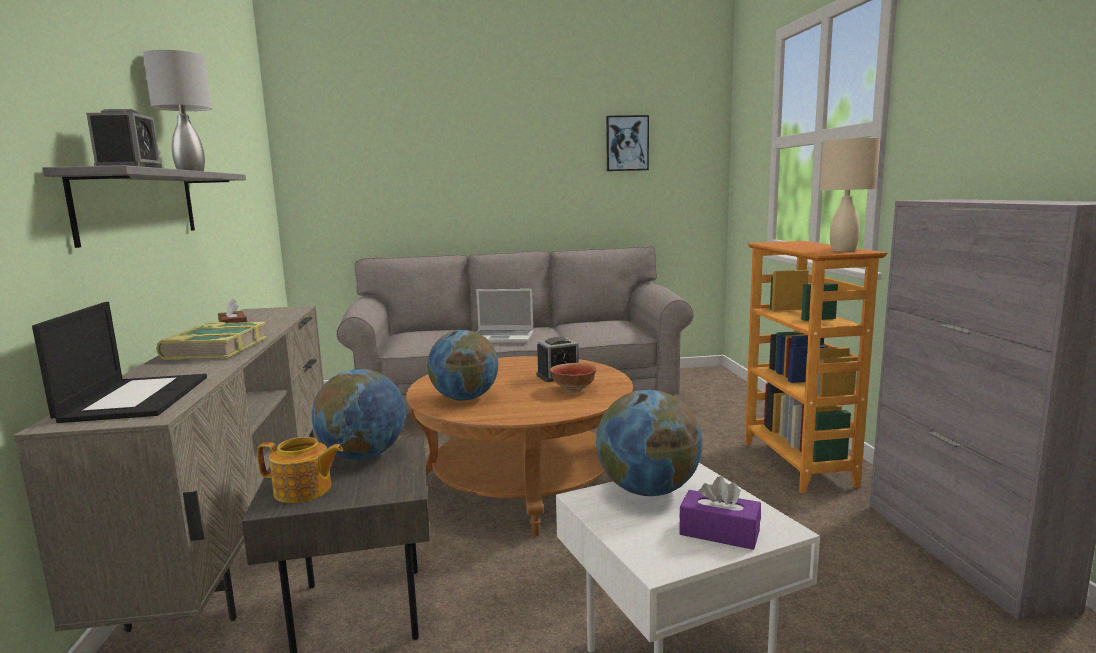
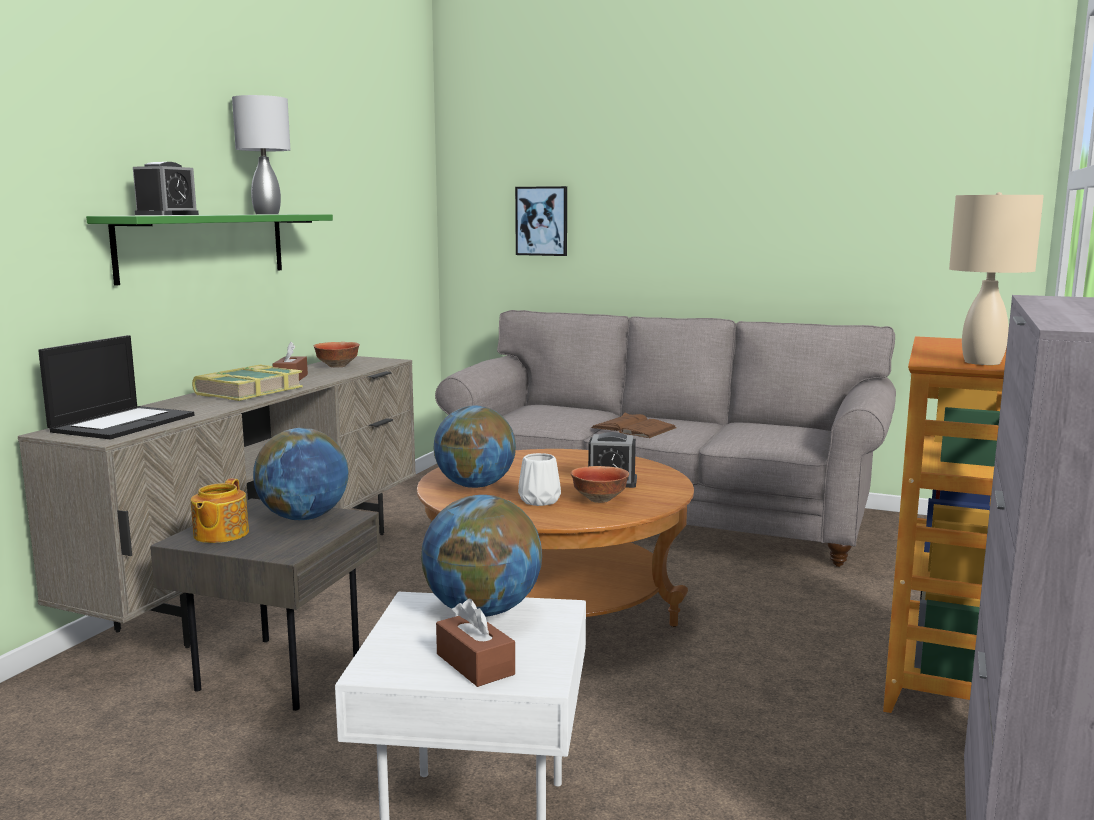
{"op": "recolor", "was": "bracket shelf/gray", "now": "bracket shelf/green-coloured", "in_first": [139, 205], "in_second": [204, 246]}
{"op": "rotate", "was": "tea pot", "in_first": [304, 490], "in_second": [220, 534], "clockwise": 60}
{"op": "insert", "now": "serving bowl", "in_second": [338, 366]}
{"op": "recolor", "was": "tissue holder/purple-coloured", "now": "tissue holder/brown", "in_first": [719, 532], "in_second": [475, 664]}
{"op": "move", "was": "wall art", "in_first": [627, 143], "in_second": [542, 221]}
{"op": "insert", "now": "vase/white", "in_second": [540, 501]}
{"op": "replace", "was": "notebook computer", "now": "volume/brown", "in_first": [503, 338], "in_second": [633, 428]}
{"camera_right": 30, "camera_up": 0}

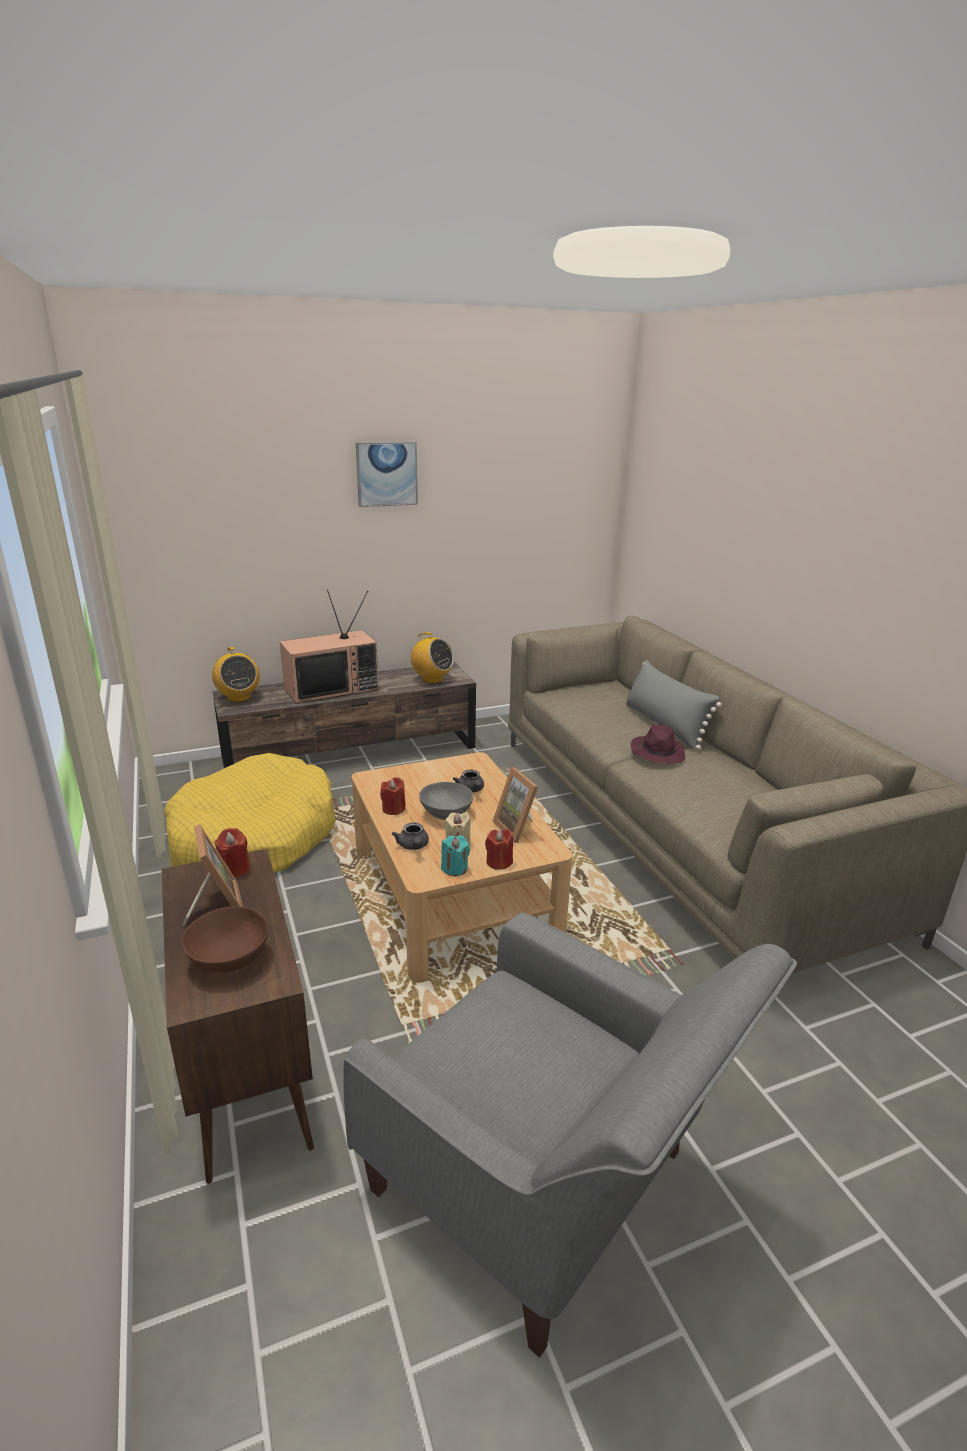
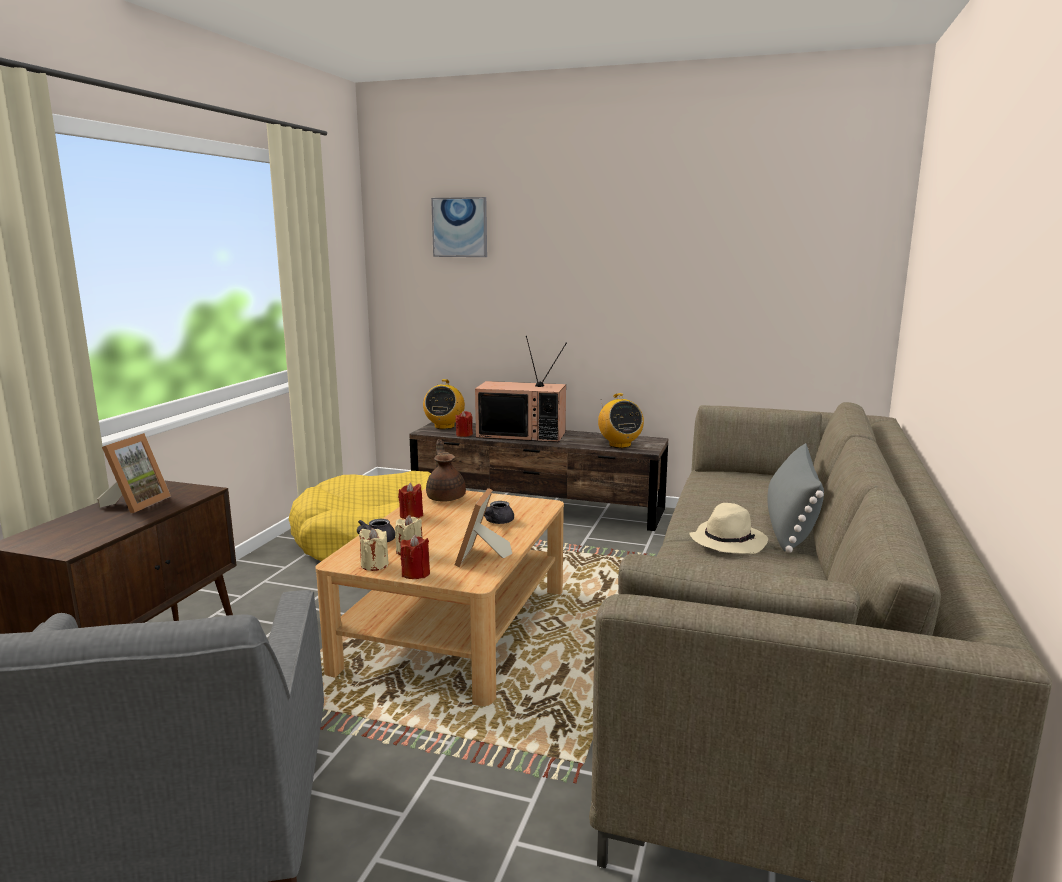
{"op": "recolor", "was": "wax candle/blue-green", "now": "wax candle/beige-coloured", "in_first": [454, 868], "in_second": [374, 565]}
{"op": "insert", "now": "tea pot/brown", "in_second": [446, 497]}
{"op": "move", "was": "wall art", "in_first": [387, 474], "in_second": [460, 227]}
{"op": "move", "was": "wax candle/reddish", "in_first": [235, 869], "in_second": [464, 435]}
{"op": "recolor", "was": "clothing hat/purple-coloured", "now": "clothing hat/beige-coloured", "in_first": [657, 753], "in_second": [727, 541]}
{"op": "delete", "was": "serving bowl/brown", "in_first": [229, 959]}
{"op": "delete", "was": "serving bowl/gray", "in_first": [446, 814]}
{"camera_right": 40, "camera_up": -10}

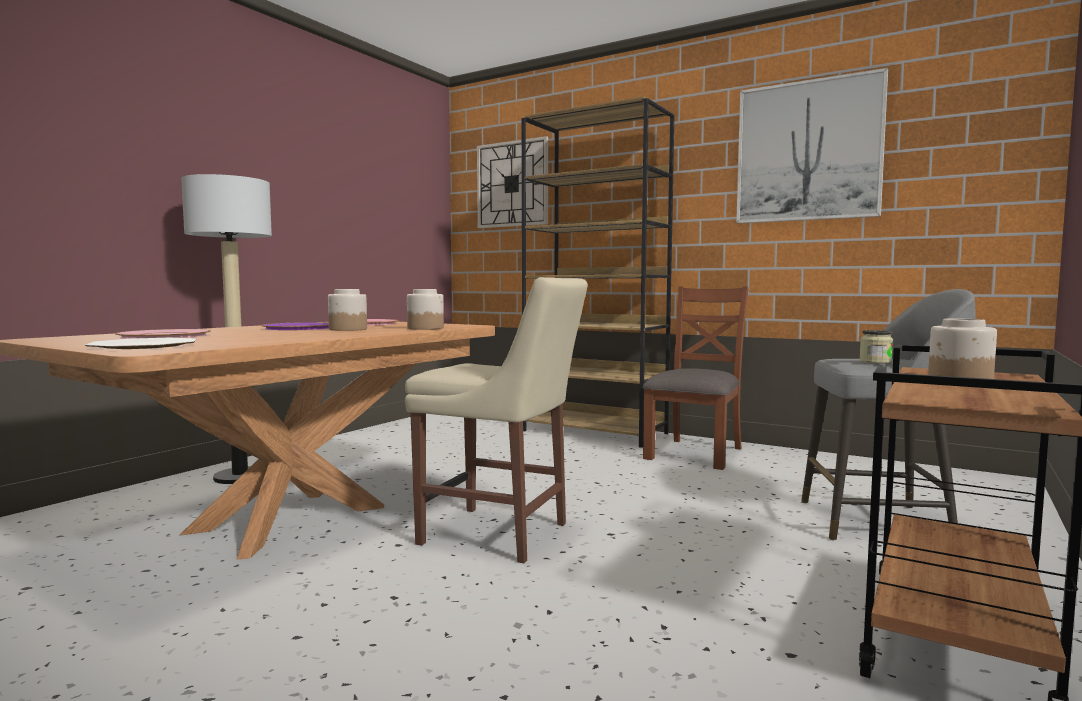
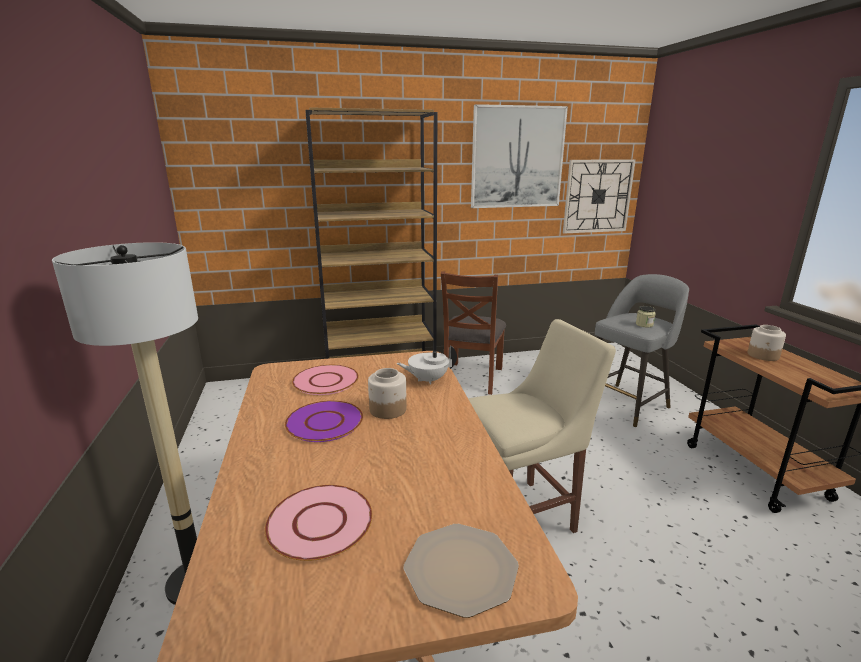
{"op": "replace", "was": "storage jar", "now": "tea pot/white", "in_first": [425, 328], "in_second": [427, 380]}
{"op": "rotate", "was": "plain chair/brown", "in_first": [695, 453], "in_second": [471, 378], "clockwise": -150}
{"op": "move", "was": "clock on the wall", "in_first": [512, 184], "in_second": [597, 196]}
{"camera_right": -45, "camera_up": 15}

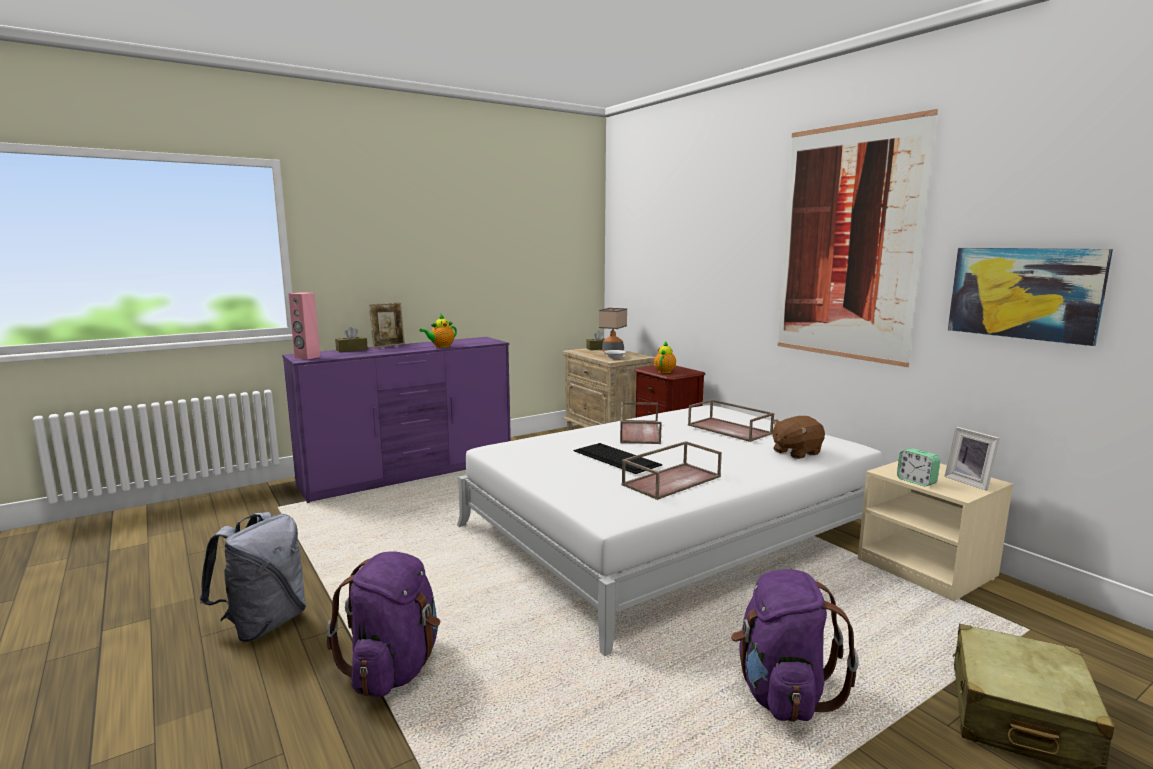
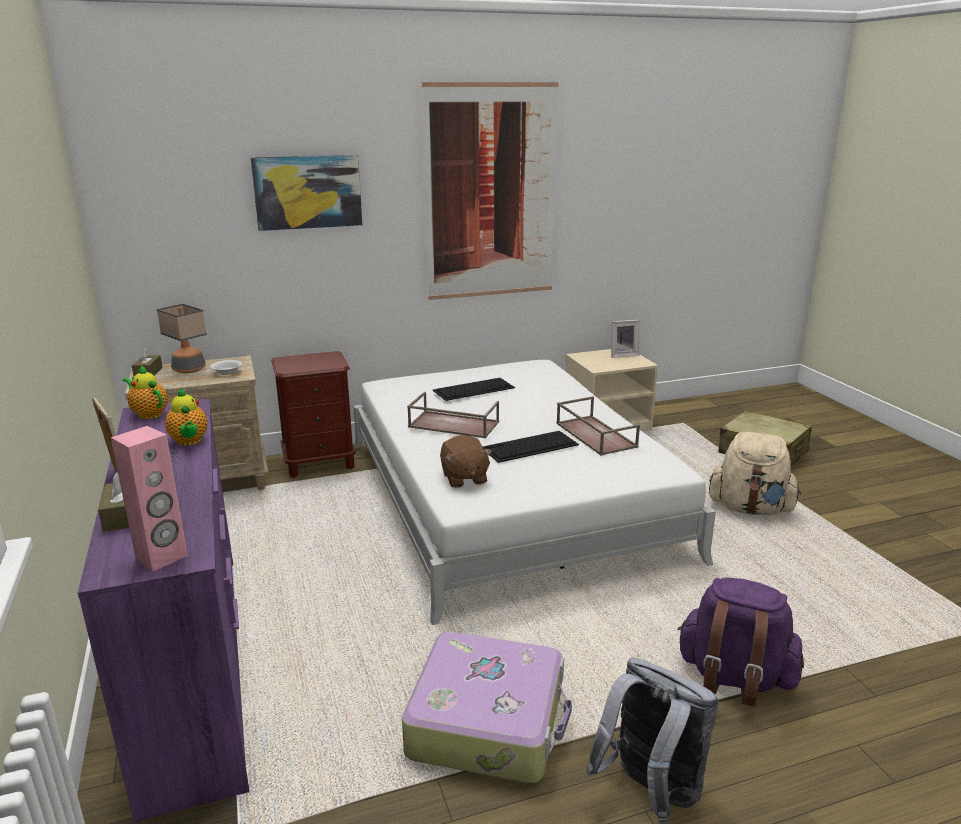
{"op": "move", "was": "tea pot", "in_first": [665, 371], "in_second": [149, 414]}
{"op": "move", "was": "wall art", "in_first": [1024, 293], "in_second": [307, 192]}
{"op": "insert", "now": "travel case", "in_second": [488, 721]}
{"op": "replace", "was": "tray/brown", "now": "PC keyboard", "in_first": [730, 429], "in_second": [474, 389]}
{"op": "move", "was": "cuddly toy/brown", "in_first": [796, 452], "in_second": [464, 478]}
{"op": "recolor", "was": "rucksack/purple-coloured", "now": "rucksack/beige-coloured", "in_first": [782, 693], "in_second": [750, 508]}
{"op": "delete", "was": "table clock", "in_first": [916, 481]}
{"camera_right": -75, "camera_up": 10}

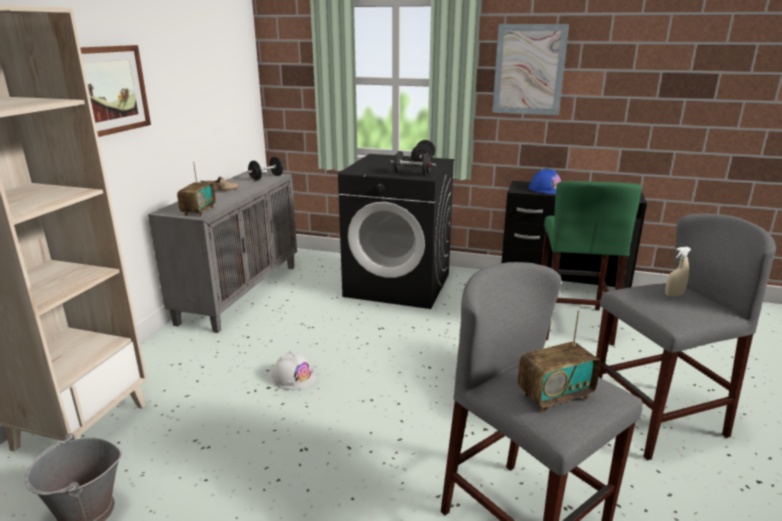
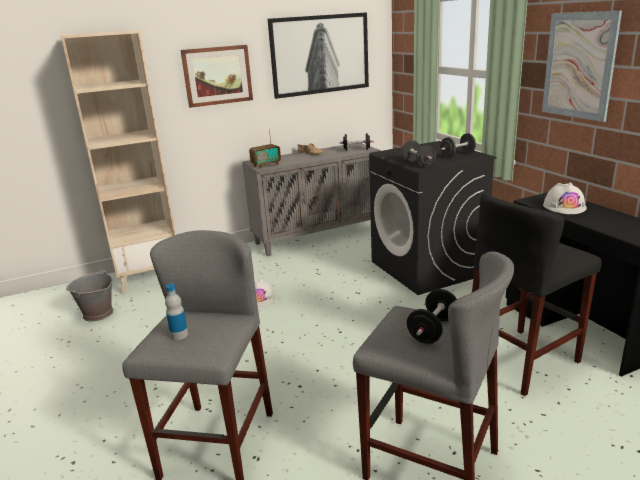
{"op": "replace", "was": "radio", "now": "bottle", "in_first": [554, 396], "in_second": [179, 335]}
{"op": "insert", "now": "wall art", "in_second": [320, 54]}
{"op": "replace", "was": "sprayer/beige-coloured", "now": "dumbbell/black", "in_first": [674, 295], "in_second": [433, 330]}
{"op": "recolor", "was": "sitting stool/green-coloured", "now": "sitting stool/black", "in_first": [573, 323], "in_second": [522, 360]}
{"op": "recolor", "was": "safety helmet/blue", "now": "safety helmet/white", "in_first": [546, 189], "in_second": [564, 206]}
{"camera_right": 50, "camera_up": 0}

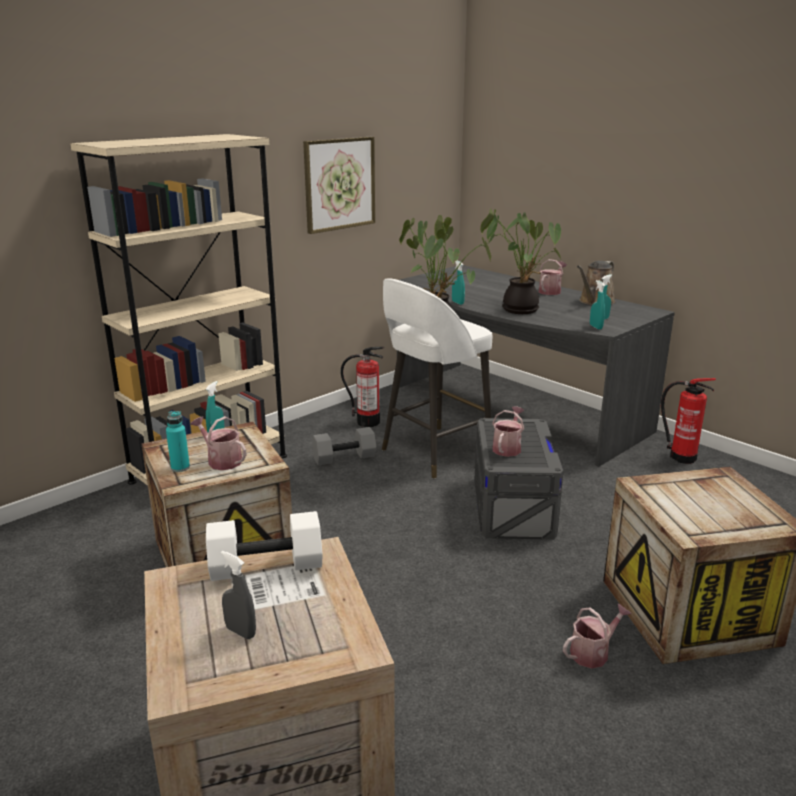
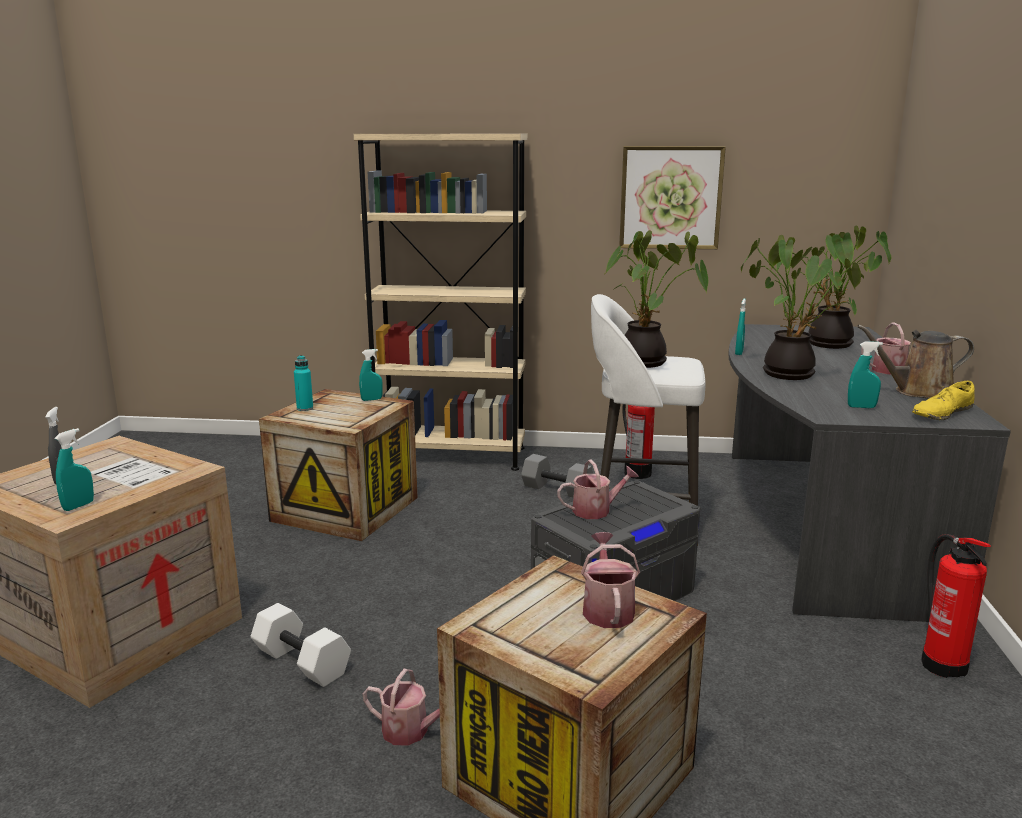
{"op": "move", "was": "sprayer/blue-green", "in_first": [596, 327], "in_second": [78, 506]}
{"op": "move", "was": "dumbbell/white", "in_first": [267, 565], "in_second": [303, 662]}
{"op": "move", "was": "watering can", "in_first": [221, 460], "in_second": [607, 609]}
{"op": "insert", "now": "potted plant", "in_second": [825, 344]}
{"op": "insert", "now": "shoe/yellowish", "in_second": [942, 413]}
{"camera_right": 50, "camera_up": -5}

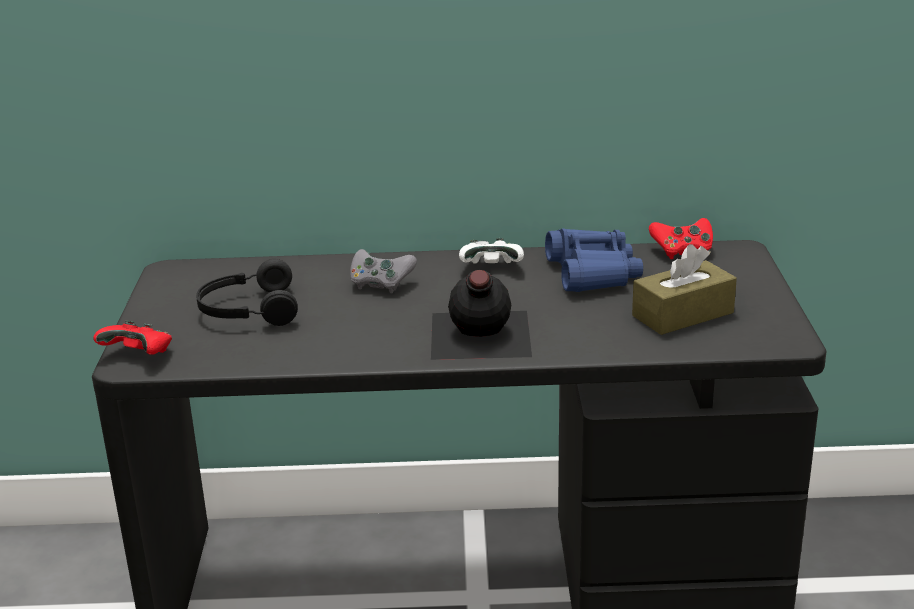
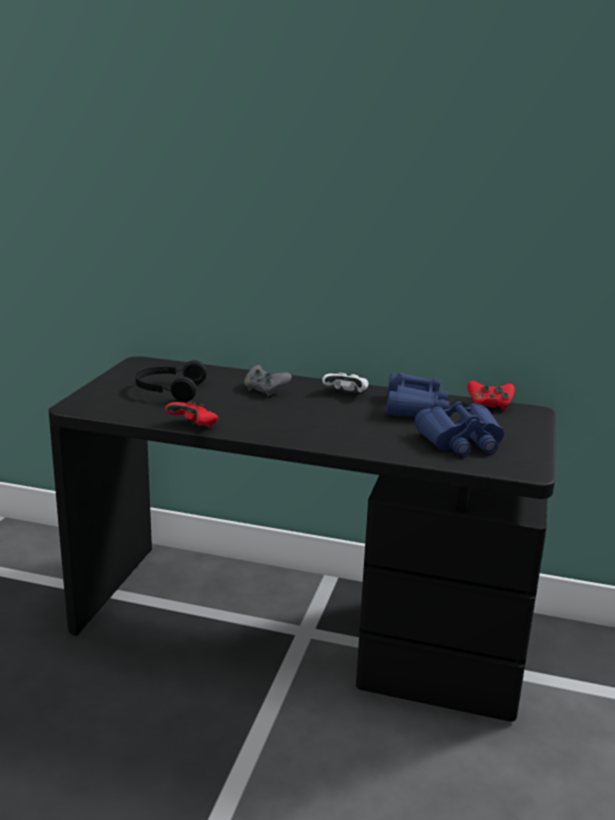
{"op": "move", "was": "game controller/reddish", "in_first": [139, 355], "in_second": [194, 426]}
{"op": "replace", "was": "tissue holder/brown", "now": "field glasses/blue", "in_first": [682, 314], "in_second": [461, 441]}
{"op": "delete", "was": "bottle/black", "in_first": [478, 335]}
{"camera_right": 15, "camera_up": -5}

